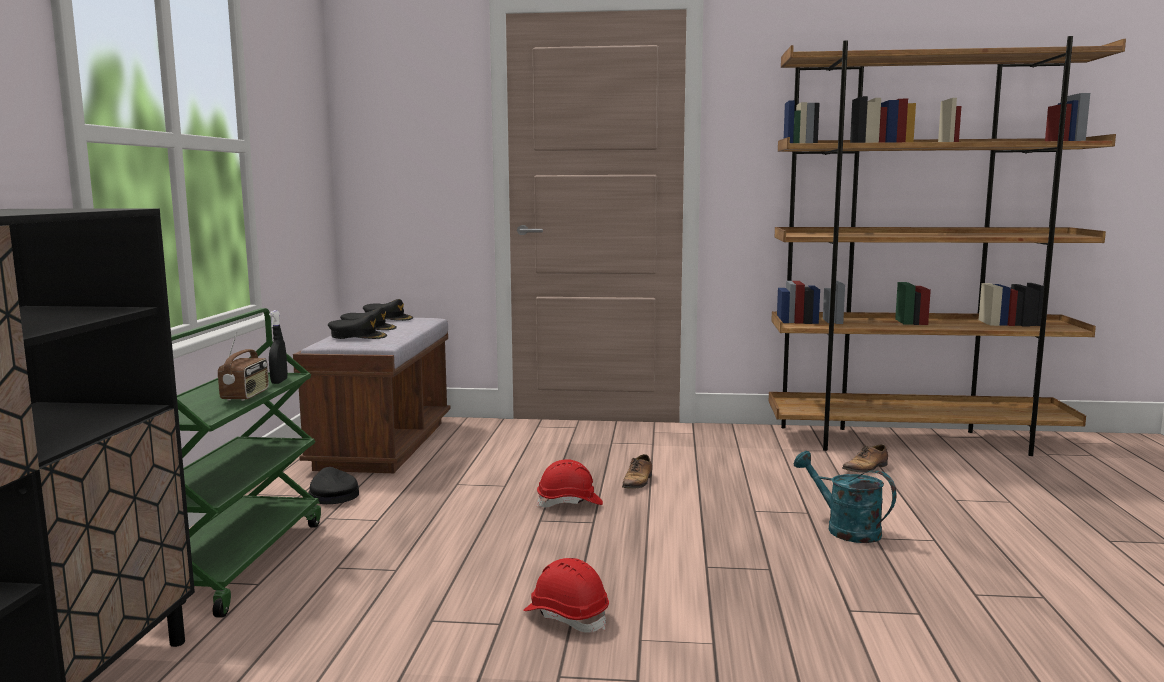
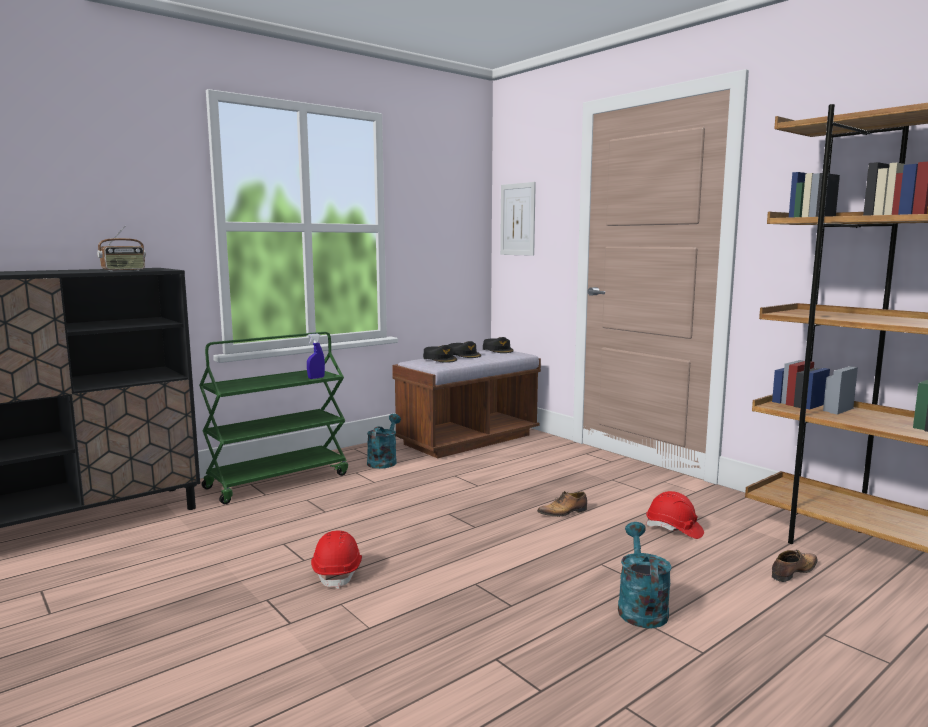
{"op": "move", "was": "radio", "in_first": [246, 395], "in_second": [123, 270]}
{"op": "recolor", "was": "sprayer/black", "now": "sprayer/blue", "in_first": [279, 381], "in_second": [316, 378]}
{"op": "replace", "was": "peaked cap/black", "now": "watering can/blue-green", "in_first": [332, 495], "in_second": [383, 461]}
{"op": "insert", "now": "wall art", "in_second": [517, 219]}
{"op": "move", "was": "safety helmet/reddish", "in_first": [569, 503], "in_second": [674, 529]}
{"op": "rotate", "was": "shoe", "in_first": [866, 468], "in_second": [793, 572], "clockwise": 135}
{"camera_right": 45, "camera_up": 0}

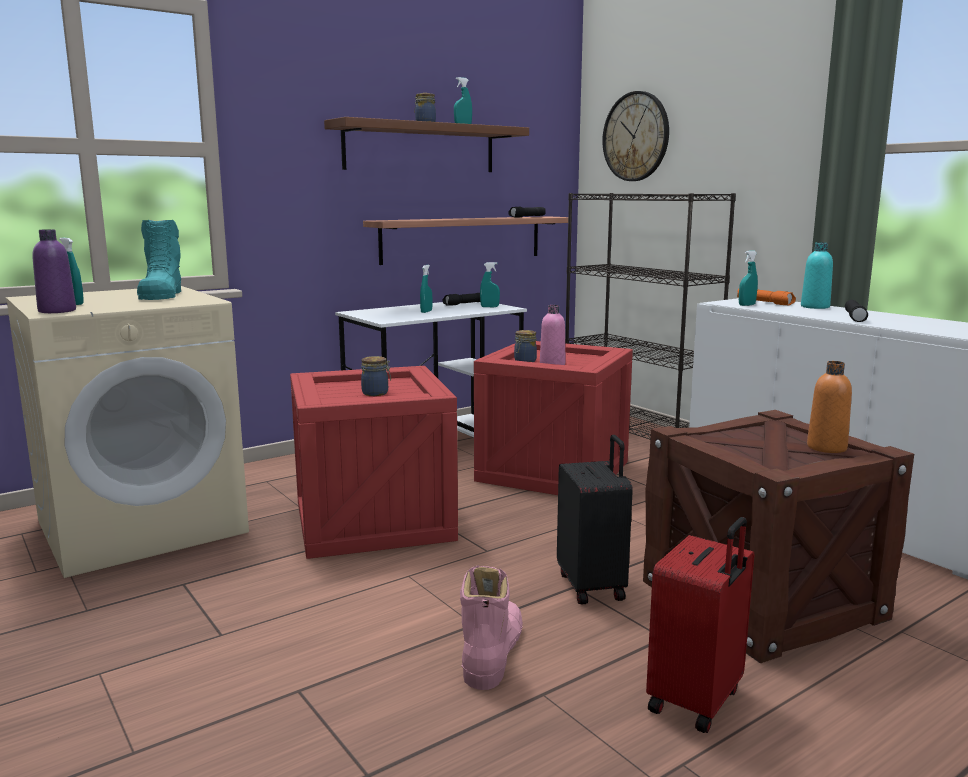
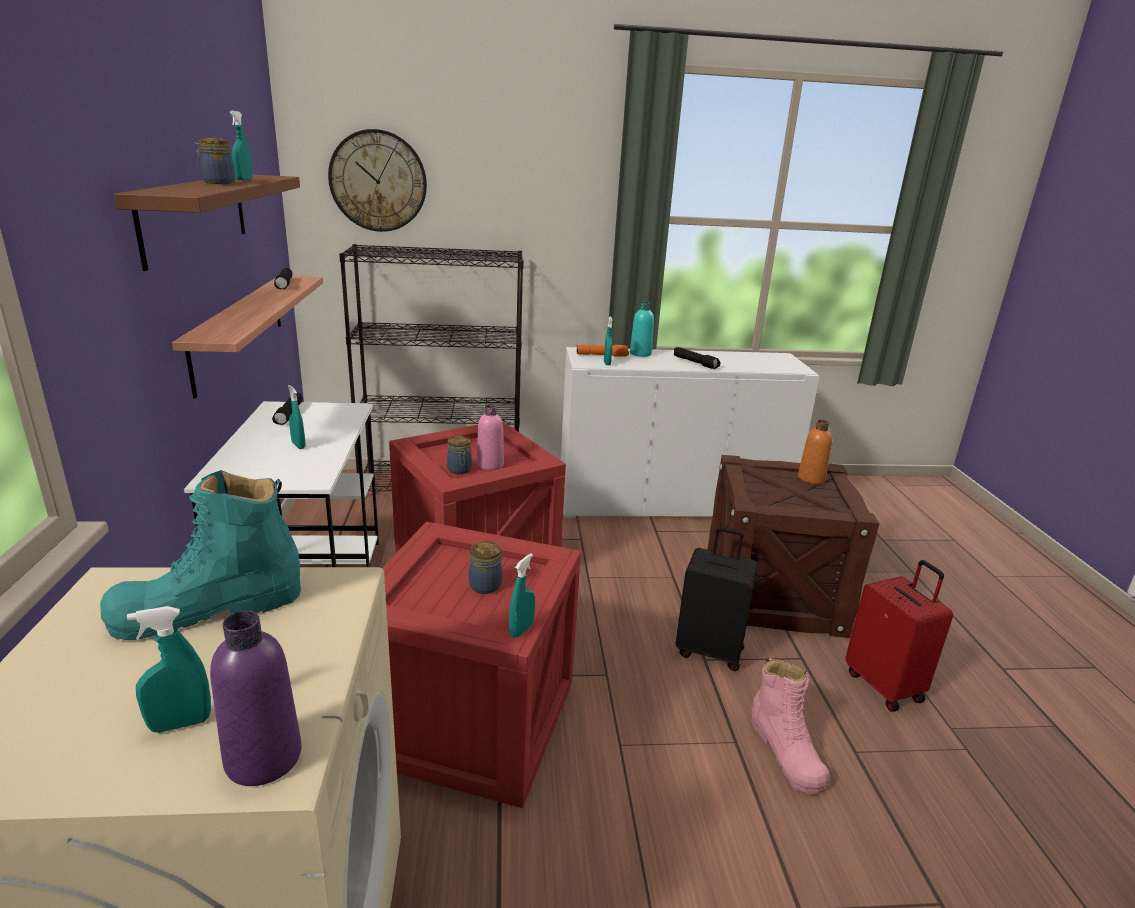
{"op": "rotate", "was": "tall boot/blue-green", "in_first": [162, 295], "in_second": [209, 608], "clockwise": 135}
{"op": "move", "was": "sprayer/blue-green", "in_first": [489, 307], "in_second": [521, 630]}
{"op": "rotate", "was": "tall boot/pinkish", "in_first": [492, 652], "in_second": [786, 751], "clockwise": -150}
{"camera_right": -60, "camera_up": 10}

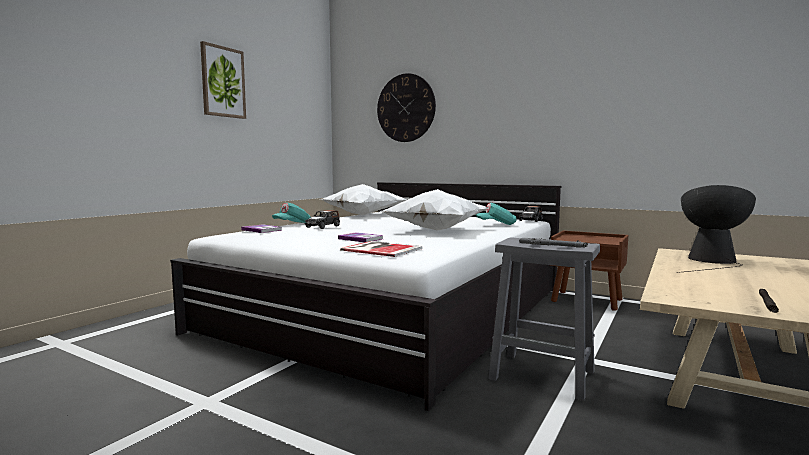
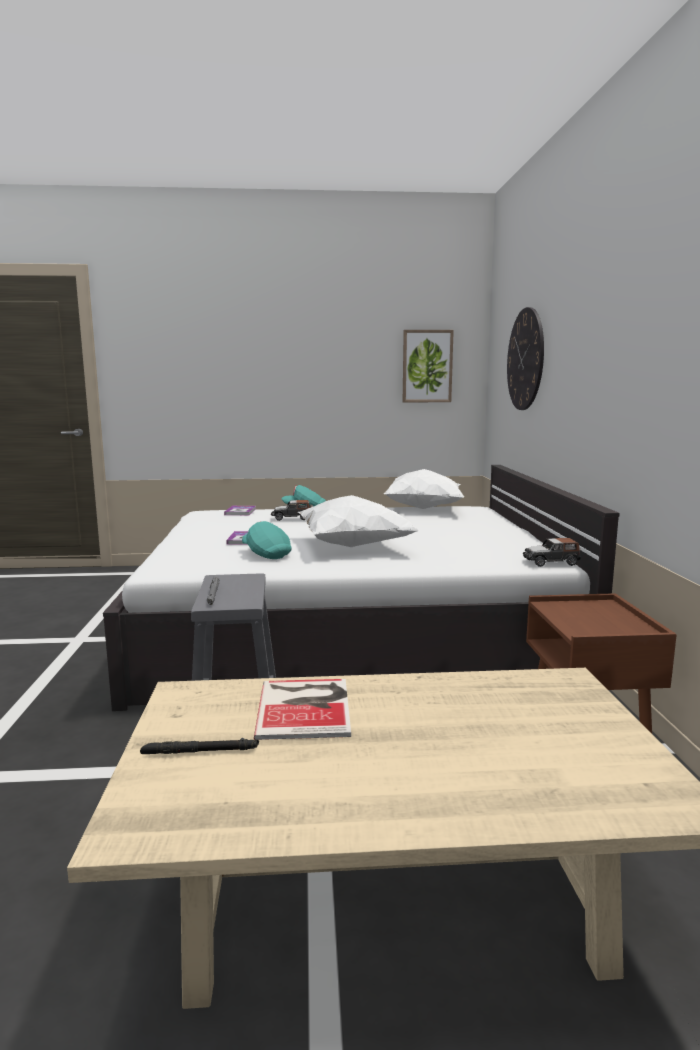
{"op": "move", "was": "peaked cap/blue-green", "in_first": [496, 224], "in_second": [266, 554]}
{"op": "move", "was": "volume", "in_first": [381, 249], "in_second": [306, 707]}
{"op": "move", "was": "wall art", "in_first": [223, 82], "in_second": [427, 366]}
{"op": "delete", "was": "table lamp", "in_first": [712, 261]}
{"camera_right": 55, "camera_up": 5}

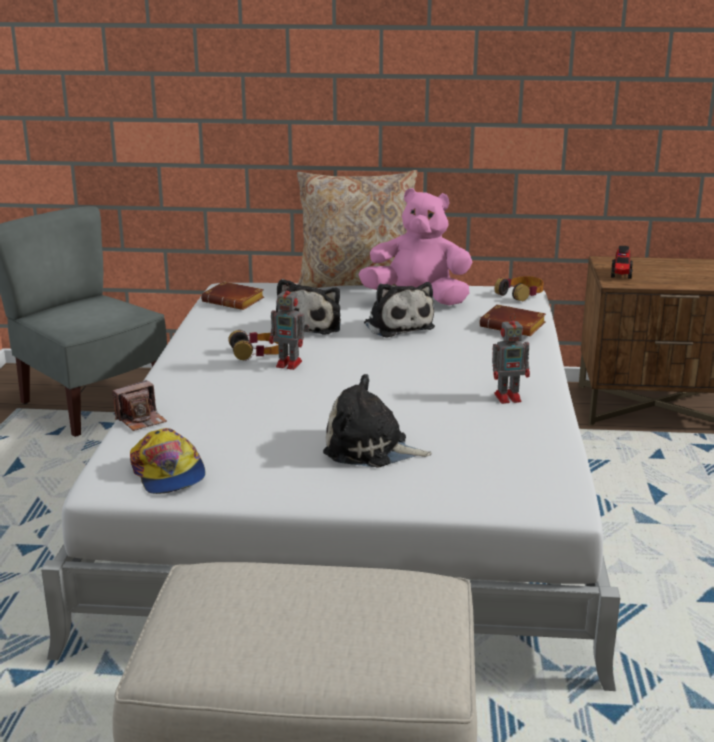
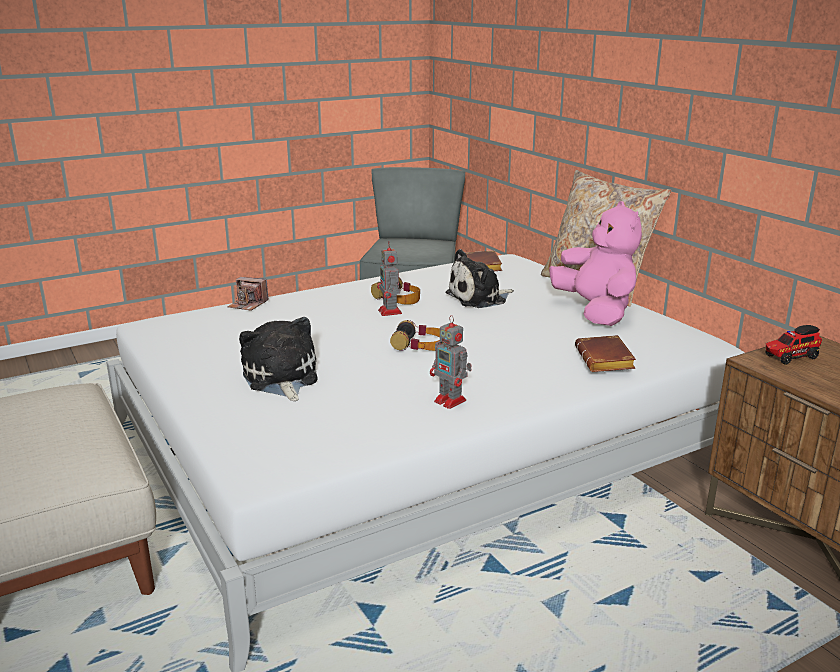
{"op": "move", "was": "headphones", "in_first": [520, 294], "in_second": [420, 345]}
{"op": "delete", "was": "peaked cap", "in_first": [168, 473]}
{"op": "delete", "was": "cuddly toy", "in_first": [397, 325]}
{"camera_right": 55, "camera_up": 0}

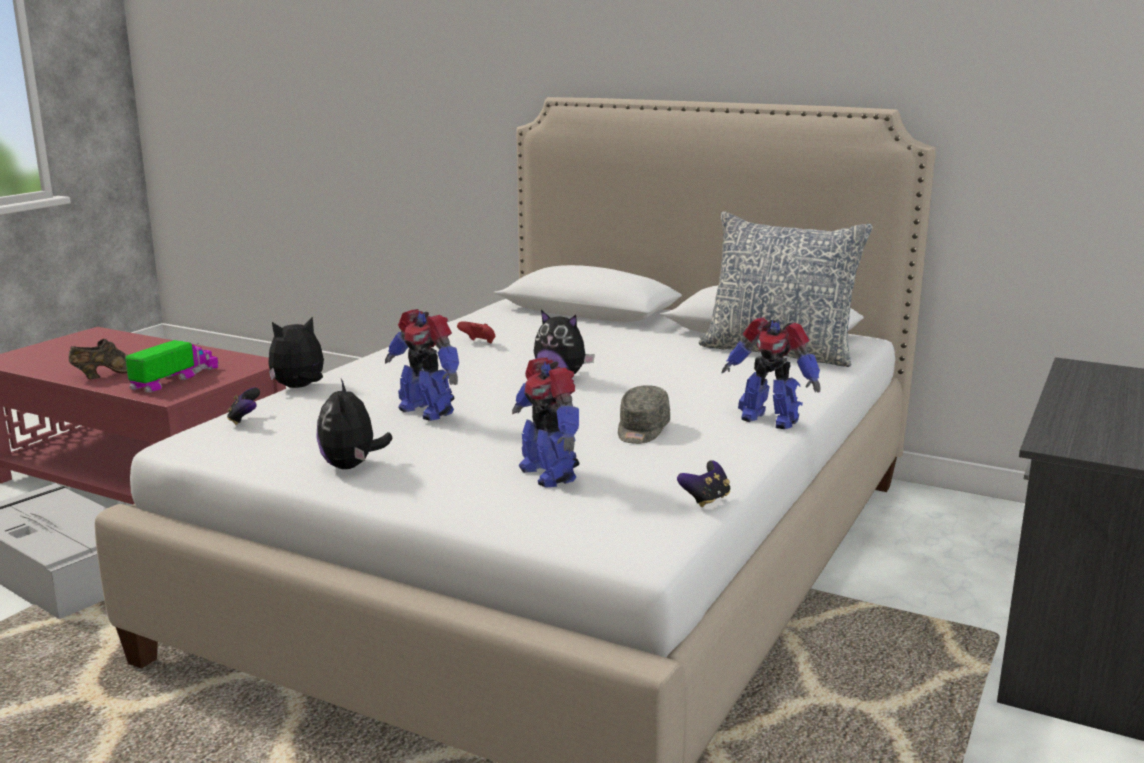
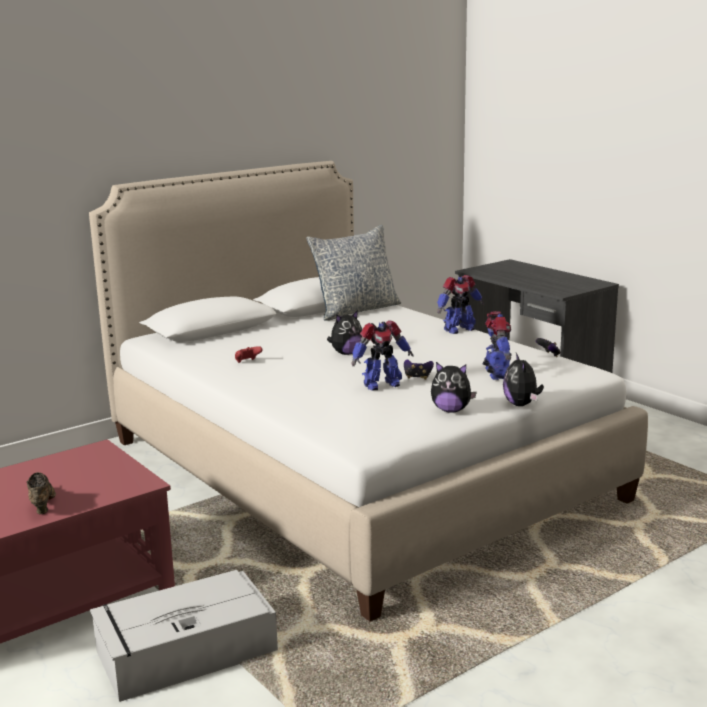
{"op": "move", "was": "game controller", "in_first": [244, 420], "in_second": [417, 377]}
{"op": "rotate", "was": "toy robot", "in_first": [548, 474], "in_second": [496, 374], "clockwise": -90}
{"op": "move", "was": "cuddly toy", "in_first": [299, 387], "in_second": [521, 404]}
{"op": "delete", "was": "toy truck", "in_first": [174, 379]}
{"op": "delete", "was": "peaked cap/gray", "in_first": [642, 430]}
{"camera_right": -65, "camera_up": 0}

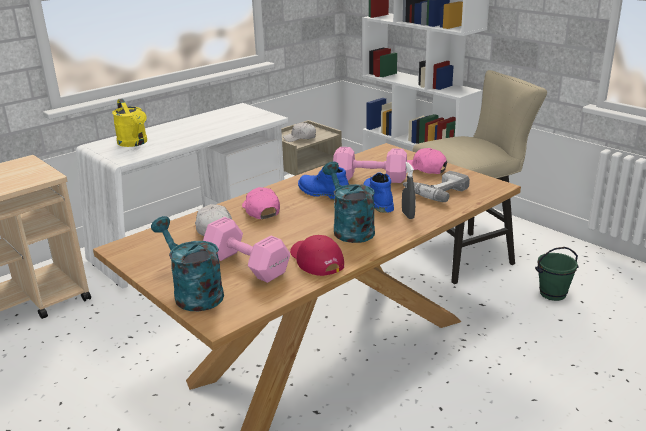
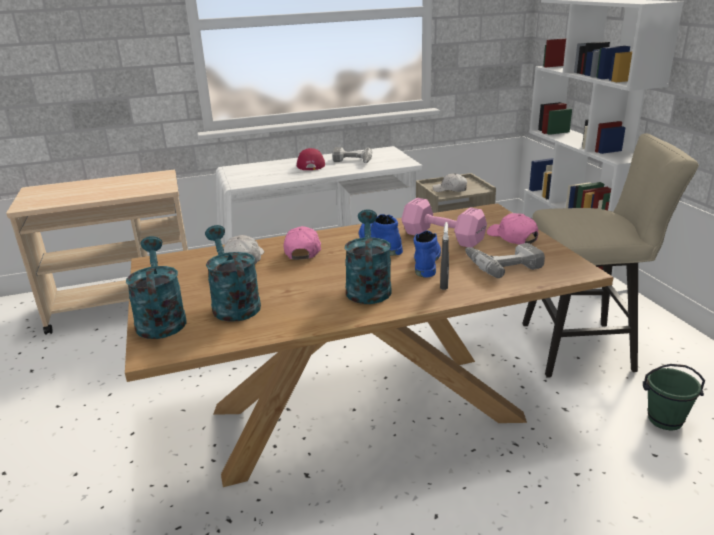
{"op": "replace", "was": "dumbbell/pinkish", "now": "watering can/blue-green", "in_first": [247, 266], "in_second": [233, 304]}
{"op": "move", "was": "peaked cap/reddish", "in_first": [315, 260], "in_second": [310, 165]}
{"op": "insert", "now": "drill", "in_second": [352, 161]}
{"op": "delete", "was": "watering can/yellowish", "in_first": [134, 143]}
{"camera_right": 25, "camera_up": 0}

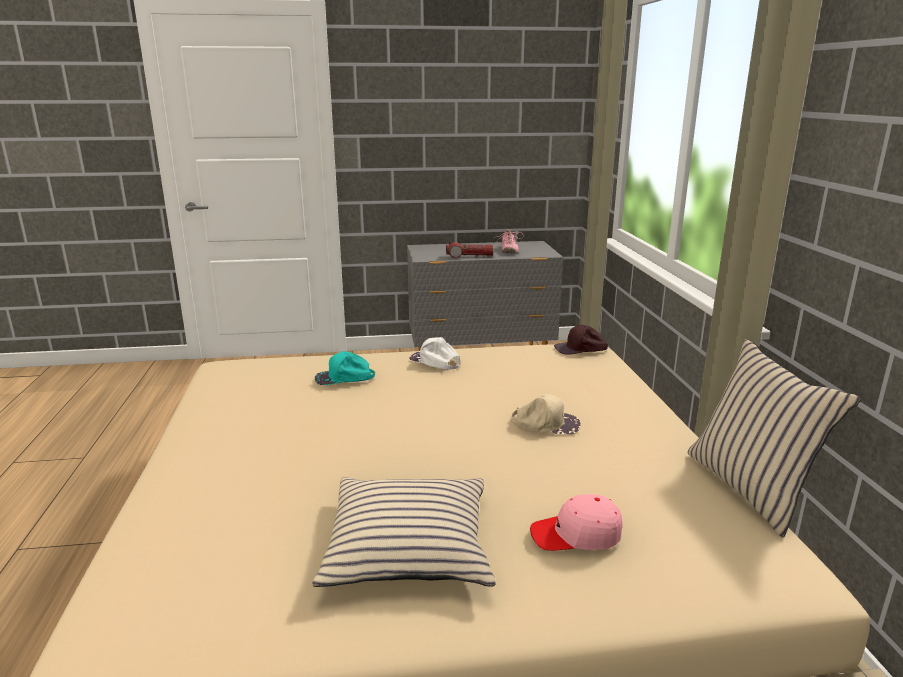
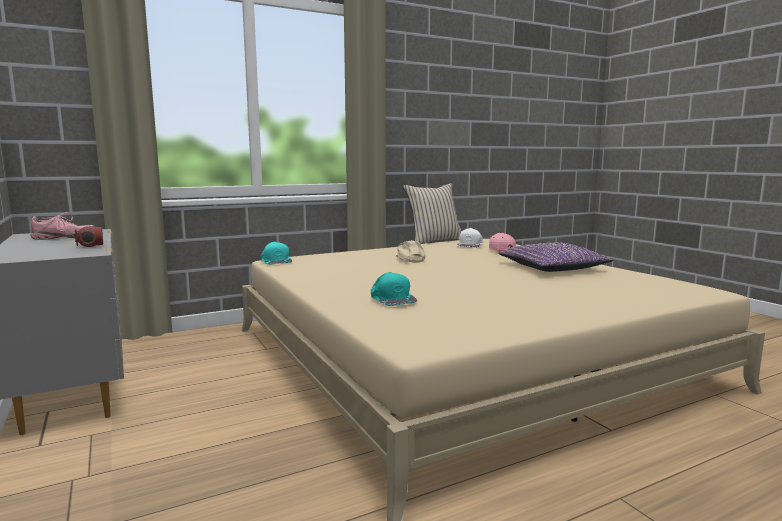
{"op": "recolor", "was": "peaked cap/brown", "now": "peaked cap/blue-green", "in_first": [580, 349], "in_second": [276, 261]}
{"op": "move", "was": "peaked cap/white", "in_first": [435, 362], "in_second": [470, 245]}
{"op": "recolor", "was": "pillow/beige-coloured", "now": "pillow/purple-coloured", "in_first": [409, 546], "in_second": [552, 268]}
{"camera_right": -110, "camera_up": -10}

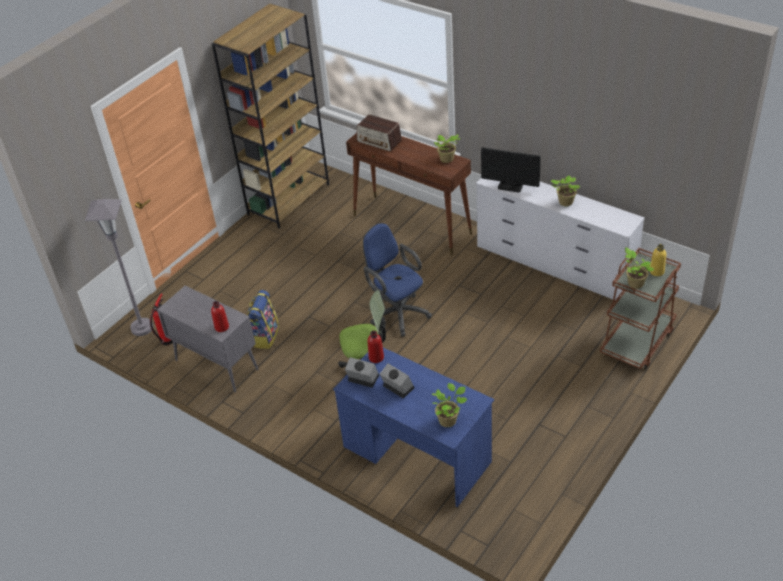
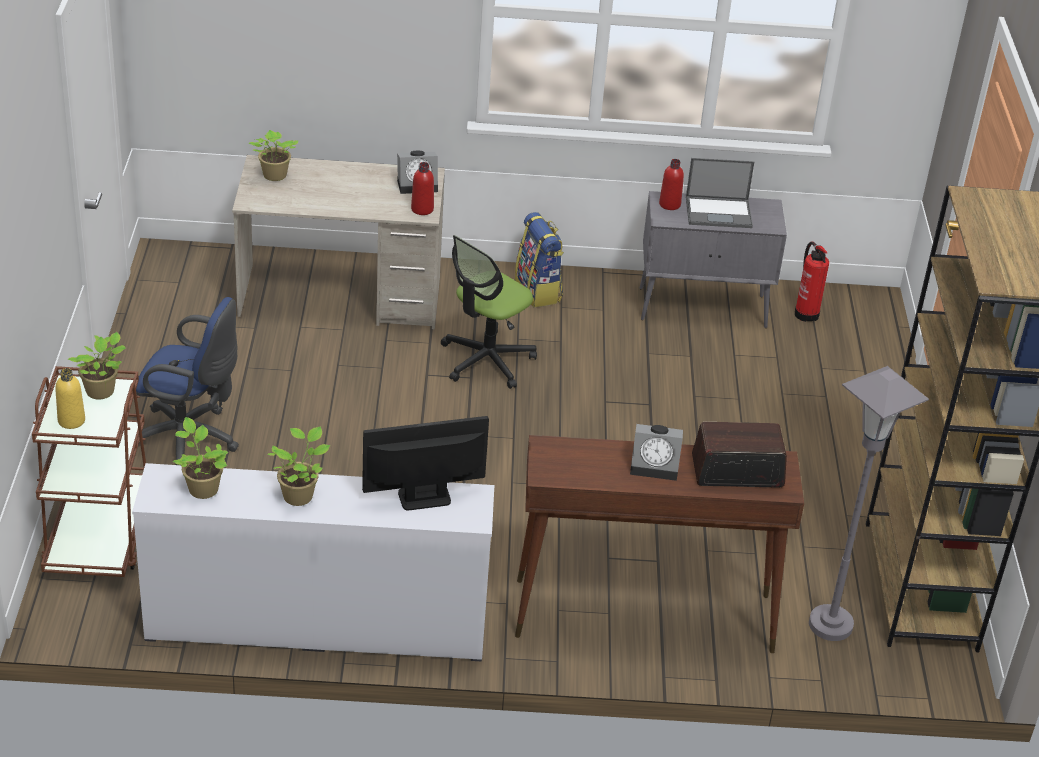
{"op": "move", "was": "desk chair/blue", "in_first": [397, 312], "in_second": [189, 440]}
{"op": "move", "was": "potted plant", "in_first": [447, 159], "in_second": [202, 488]}
{"op": "recolor", "was": "desk unit/blue", "now": "desk unit/beige-coloured", "in_first": [416, 454], "in_second": [340, 297]}
{"op": "move", "was": "rucksack", "in_first": [265, 336], "in_second": [539, 291]}
{"op": "move", "was": "table clock", "in_first": [397, 387], "in_second": [656, 466]}
{"op": "insert", "now": "notebook computer", "in_second": [719, 212]}
{"op": "move", "was": "standing lamp/gray", "in_first": [142, 328], "in_second": [830, 625]}
{"camera_right": 140, "camera_up": -5}

